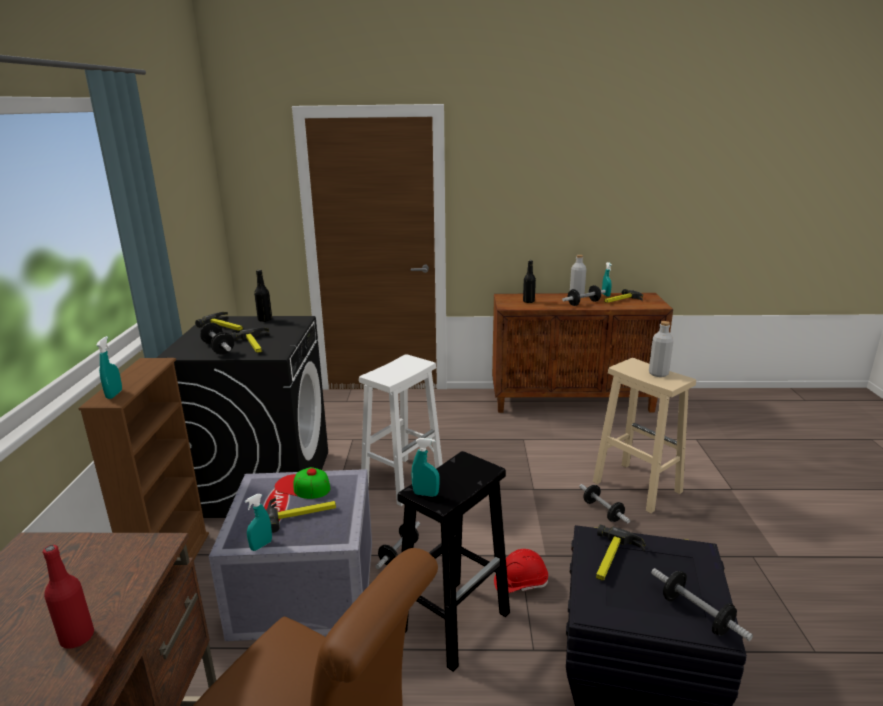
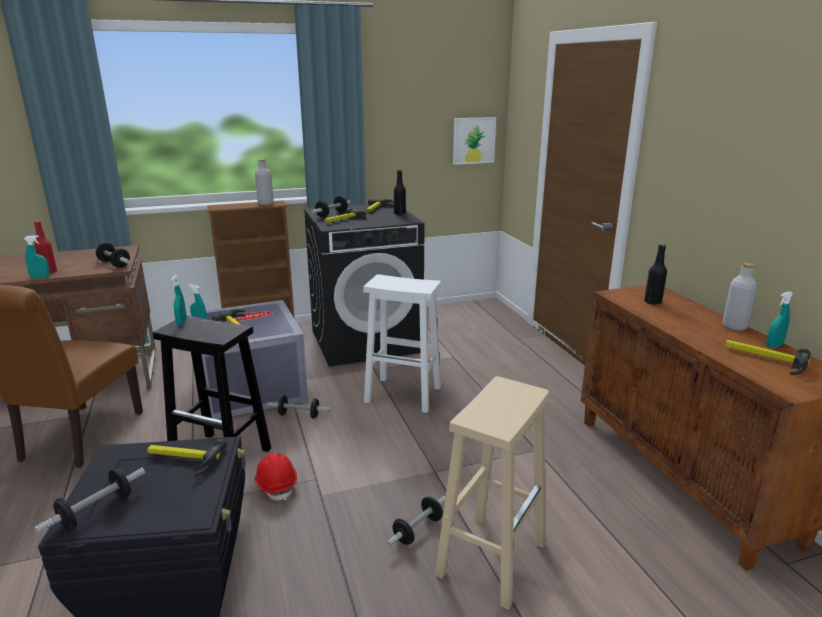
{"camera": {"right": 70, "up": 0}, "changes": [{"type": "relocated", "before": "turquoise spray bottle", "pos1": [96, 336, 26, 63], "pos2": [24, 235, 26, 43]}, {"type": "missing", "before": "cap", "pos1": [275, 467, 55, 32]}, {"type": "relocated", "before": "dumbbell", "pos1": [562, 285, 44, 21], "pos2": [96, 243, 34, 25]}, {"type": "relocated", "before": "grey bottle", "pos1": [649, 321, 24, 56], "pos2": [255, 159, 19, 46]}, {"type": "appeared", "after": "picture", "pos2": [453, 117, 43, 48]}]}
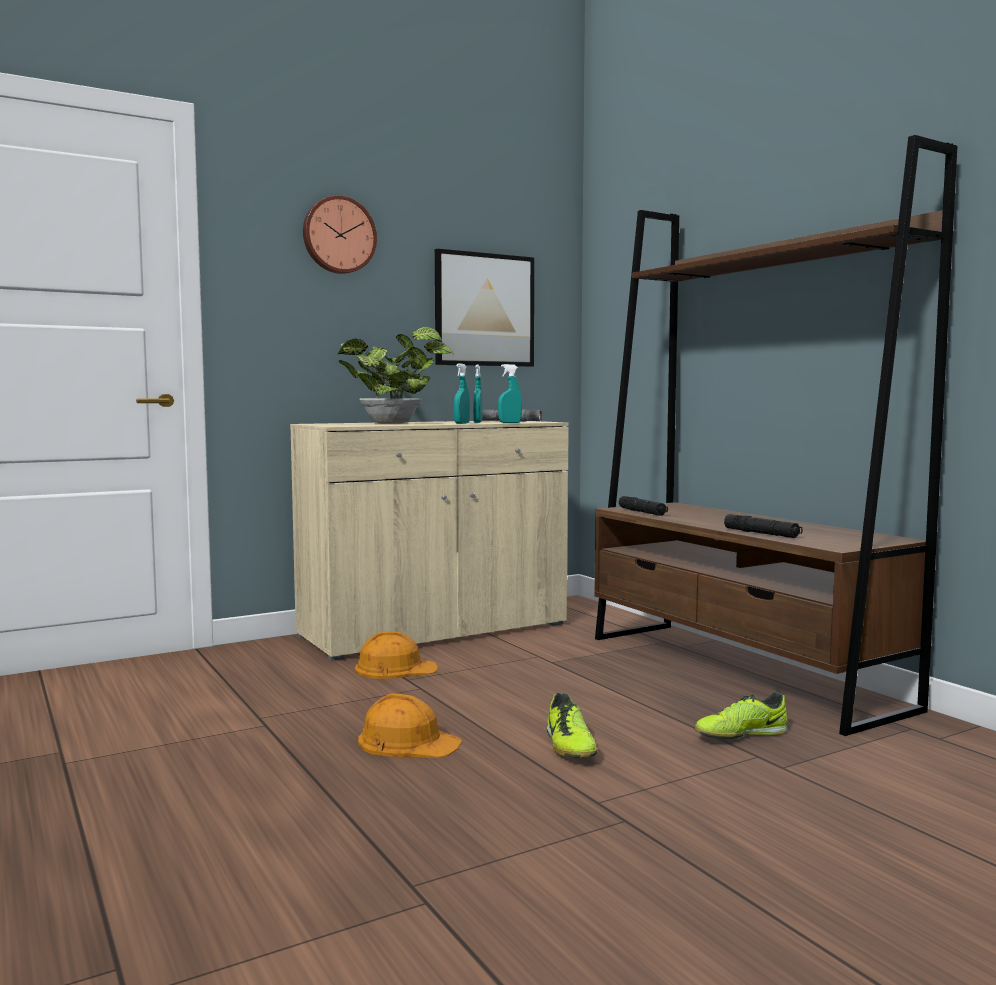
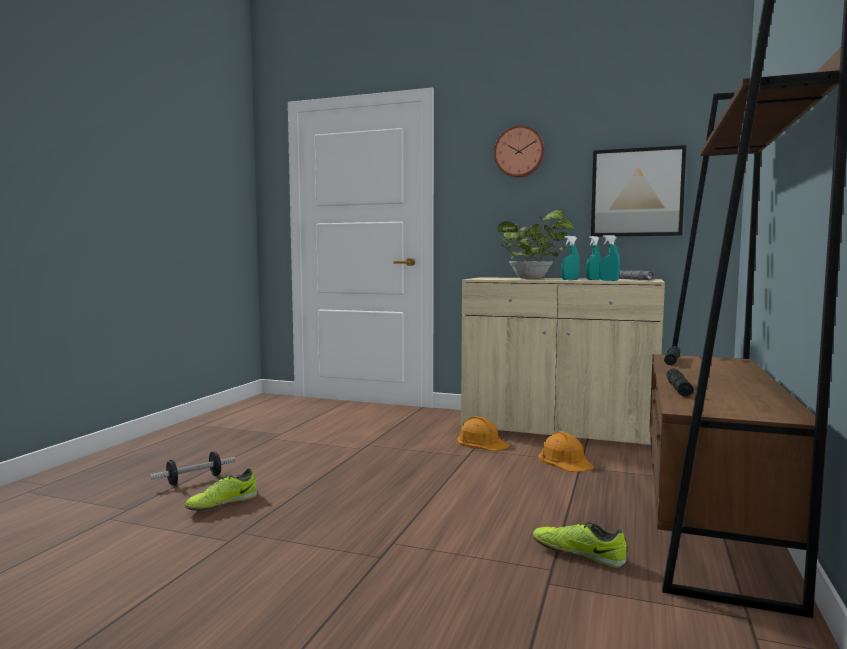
{"camera": {"right": 50, "up": 0}, "changes": [{"type": "relocated", "before": "orange hard hat", "pos1": [358, 693, 104, 65], "pos2": [539, 431, 55, 41]}, {"type": "relocated", "before": "shoe", "pos1": [546, 693, 51, 65], "pos2": [185, 468, 72, 43]}, {"type": "appeared", "after": "dumbbell", "pos2": [150, 451, 85, 35]}]}
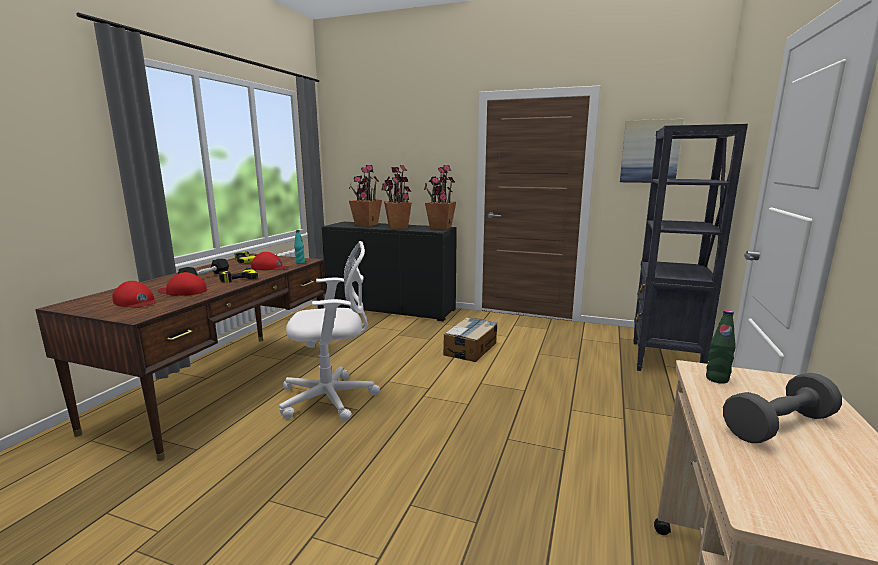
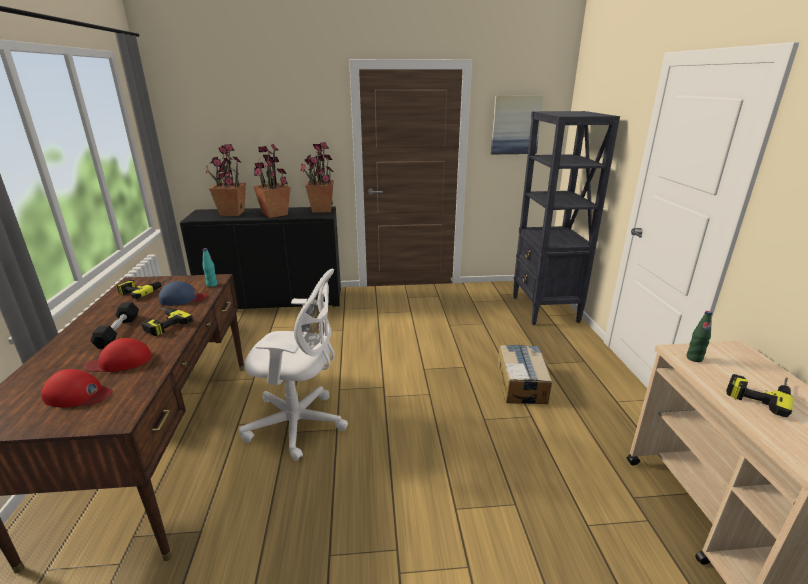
{"camera": {"right": -25, "up": 10}, "changes": [{"type": "colour", "before": "red cap", "after": "blue cap", "pos1": [251, 252, 38, 18], "pos2": [159, 281, 49, 24]}, {"type": "spun", "before": "white office chair", "pos1": [279, 241, 101, 180], "pos2": [239, 268, 109, 193], "turn": 45}, {"type": "relocated", "before": "cardboard box", "pos1": [443, 317, 55, 45], "pos2": [497, 345, 55, 59]}, {"type": "exchanged", "before": "grey dumbbell", "after": "power drill", "pos1": [723, 373, 119, 70], "pos2": [726, 374, 67, 43]}]}
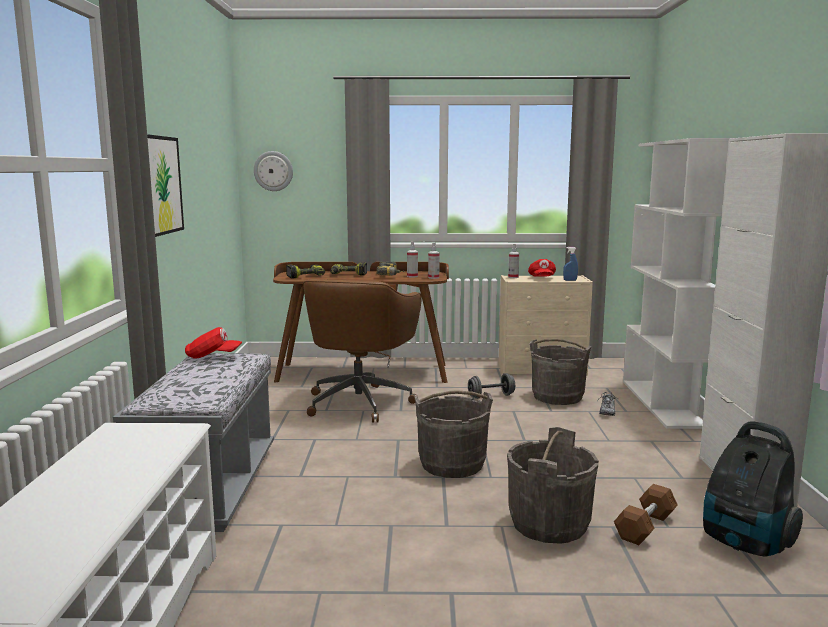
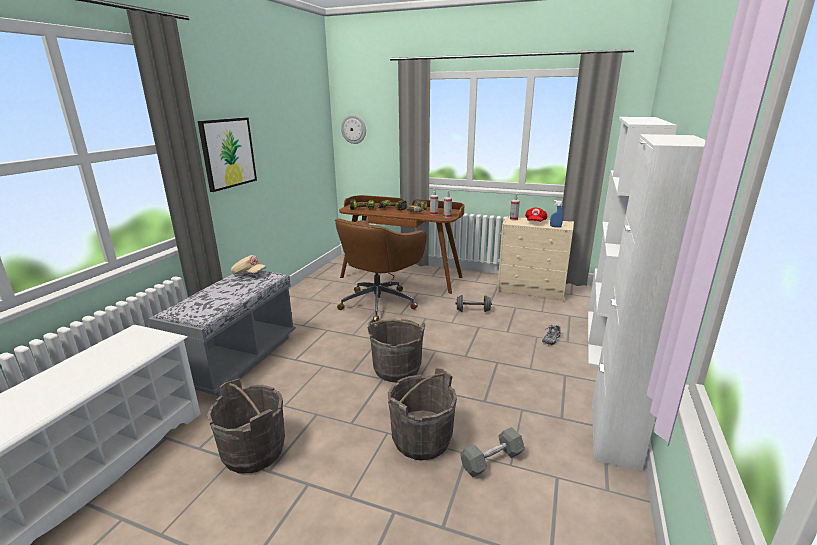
{"camera": {"right": 20, "up": 10}, "changes": [{"type": "colour", "before": "red cap", "after": "beige cap", "pos1": [185, 327, 57, 31], "pos2": [231, 255, 35, 20]}, {"type": "relocated", "before": "grey bucket", "pos1": [530, 339, 61, 66], "pos2": [207, 378, 78, 96]}, {"type": "colour", "before": "brown dumbbell", "after": "grey dumbbell", "pos1": [614, 484, 64, 61], "pos2": [460, 427, 65, 50]}, {"type": "missing", "before": "vacuum cleaner", "pos1": [703, 421, 100, 135]}]}
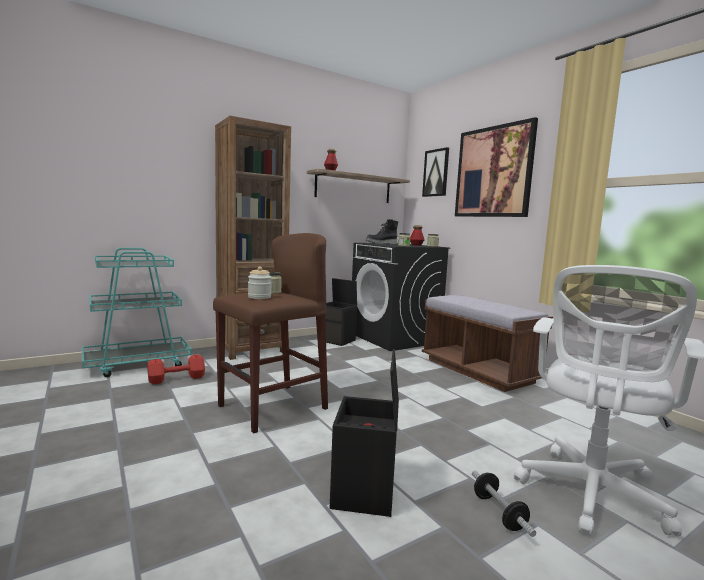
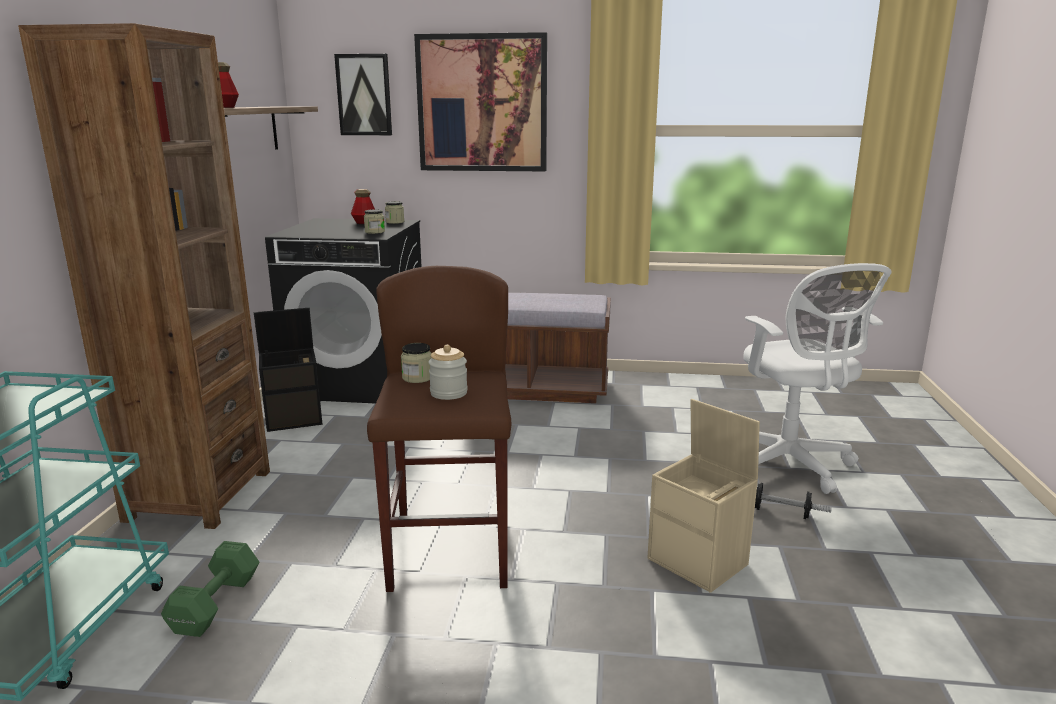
{"camera": {"right": -50, "up": 10}, "changes": [{"type": "colour", "before": "red dumbbell", "after": "green dumbbell", "pos1": [148, 354, 57, 31], "pos2": [161, 541, 99, 96]}, {"type": "colour", "before": "black storage box", "after": "beige storage box", "pos1": [330, 349, 69, 168], "pos2": [647, 399, 113, 194]}, {"type": "missing", "before": "black boot", "pos1": [366, 219, 32, 25]}]}
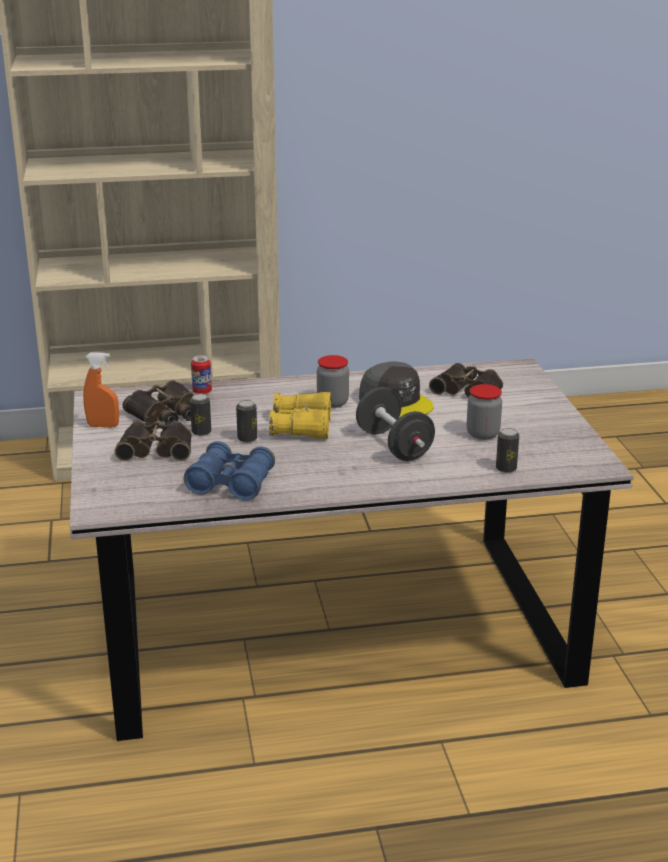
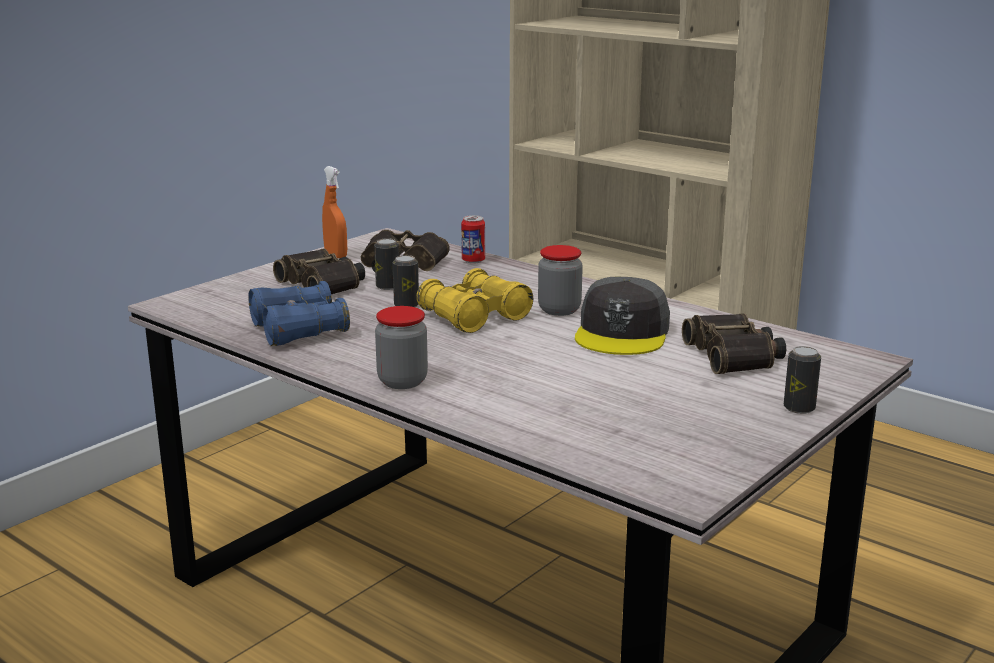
{"camera": {"right": 50, "up": -5}, "changes": [{"type": "missing", "before": "black dumbbell", "pos1": [356, 387, 79, 74]}, {"type": "relocated", "before": "jar", "pos1": [467, 384, 35, 56], "pos2": [375, 306, 53, 83]}, {"type": "relocated", "before": "can", "pos1": [496, 428, 23, 45], "pos2": [784, 346, 37, 68]}]}
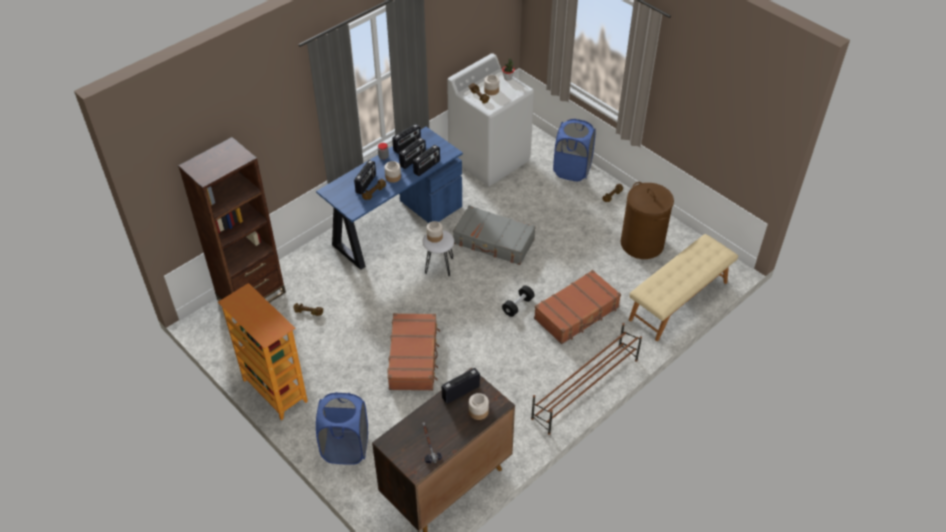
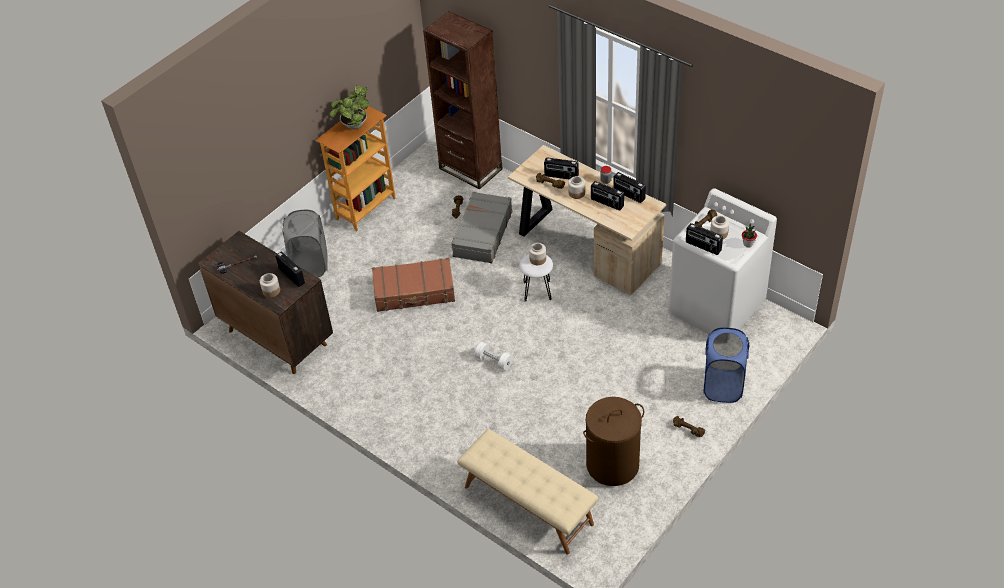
{"camera": {"right": 85, "up": 0}, "changes": [{"type": "colour", "before": "blue desk", "after": "beige desk", "pos1": [316, 127, 147, 143], "pos2": [508, 145, 158, 150]}, {"type": "colour", "before": "blue laundry basket", "after": "grey laundry basket", "pos1": [316, 392, 52, 73], "pos2": [282, 210, 46, 68]}, {"type": "relocated", "before": "radio", "pos1": [413, 145, 27, 31], "pos2": [686, 223, 37, 32]}, {"type": "relocated", "before": "grey suitcase", "pos1": [453, 205, 83, 60], "pos2": [451, 192, 61, 71]}, {"type": "colour", "before": "black dumbbell", "after": "white dumbbell", "pos1": [502, 285, 33, 32], "pos2": [475, 342, 38, 29]}, {"type": "missing", "before": "brown shoe rack", "pos1": [531, 323, 111, 112]}, {"type": "missing", "before": "brown suitcase", "pos1": [534, 270, 87, 74]}, {"type": "appeared", "after": "potted plant", "pos2": [329, 85, 40, 44]}]}
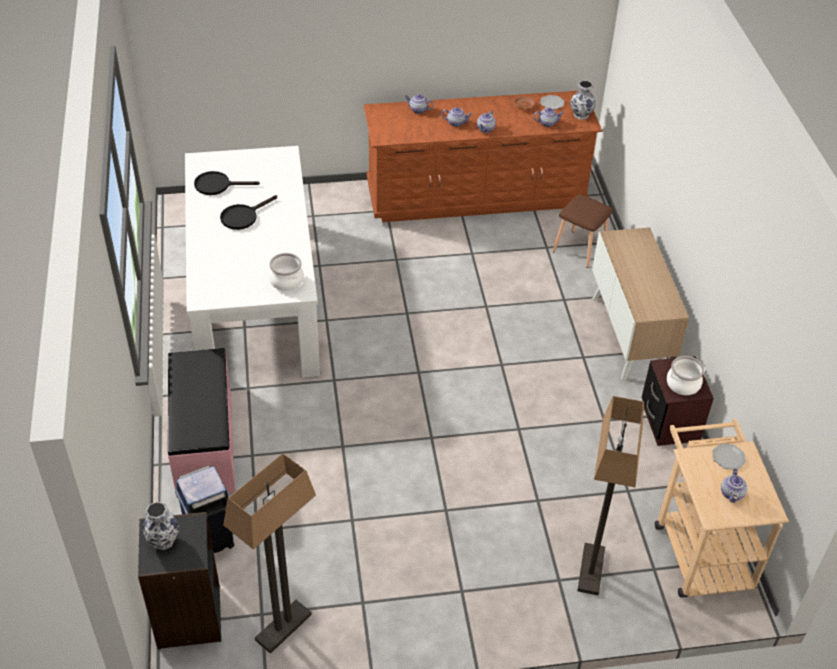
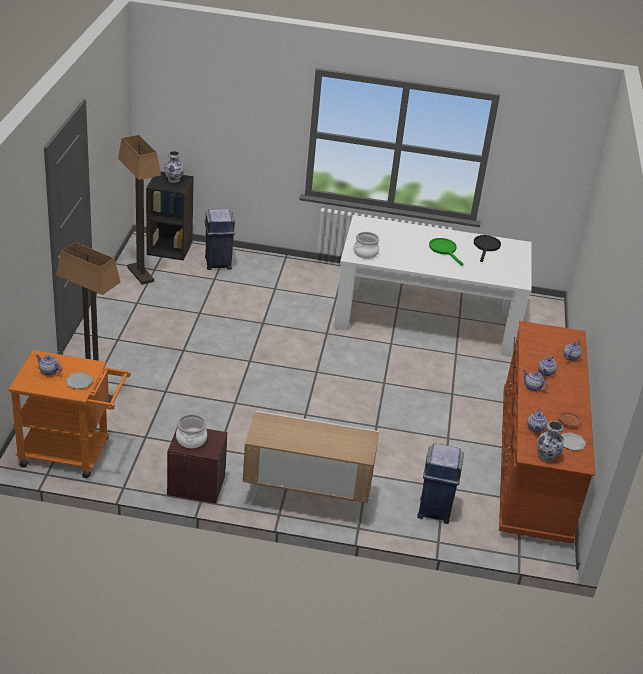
{"camera": {"right": 105, "up": -10}, "changes": [{"type": "missing", "before": "pink bench", "pos1": [168, 348, 68, 150]}, {"type": "colour", "before": "black frying pan", "after": "green frying pan", "pos1": [220, 195, 57, 35], "pos2": [429, 238, 34, 28]}, {"type": "exchanged", "before": "brown stool", "after": "blue trash can", "pos1": [553, 194, 60, 74], "pos2": [417, 443, 47, 81]}, {"type": "colour", "before": "beige cart", "after": "orange cart", "pos1": [655, 419, 134, 179], "pos2": [8, 350, 123, 128]}]}
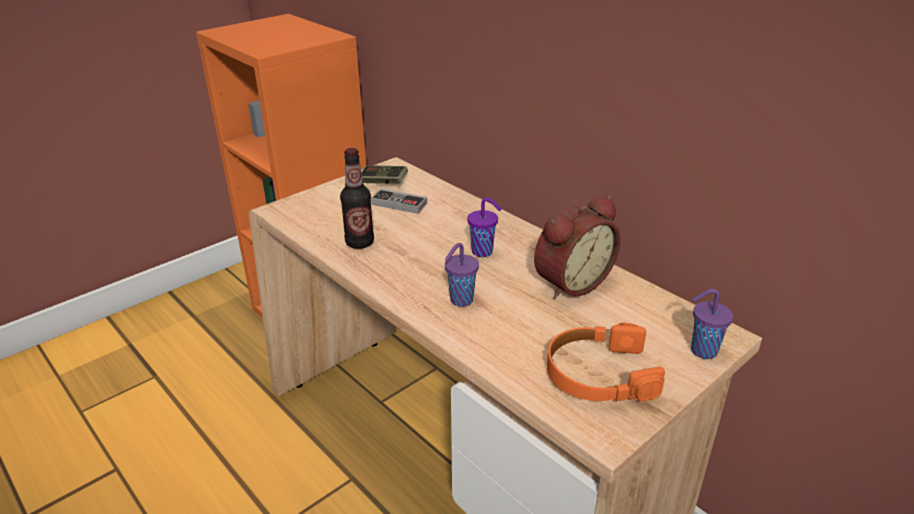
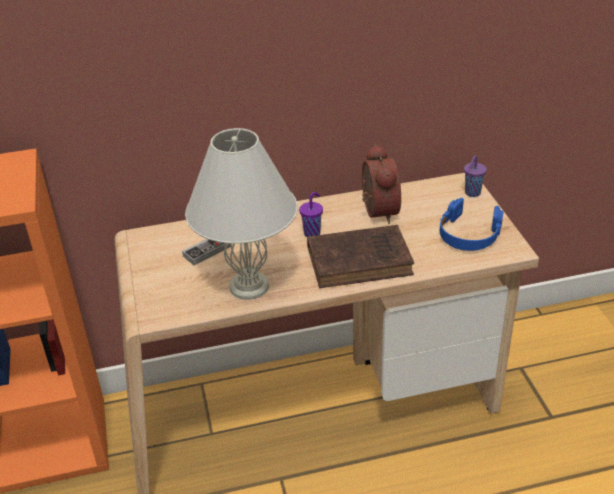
{"camera": {"right": -60, "up": 5}, "changes": [{"type": "exchanged", "before": "bottle", "after": "white table lamp", "pos1": [340, 148, 34, 101], "pos2": [185, 128, 113, 172]}, {"type": "missing", "before": "game controller", "pos1": [361, 165, 47, 19]}, {"type": "exchanged", "before": "purple cup", "after": "brown book", "pos1": [445, 243, 34, 64], "pos2": [307, 225, 107, 63]}, {"type": "colour", "before": "orange headphones", "after": "blue headphones", "pos1": [547, 323, 118, 78], "pos2": [440, 198, 64, 53]}]}
